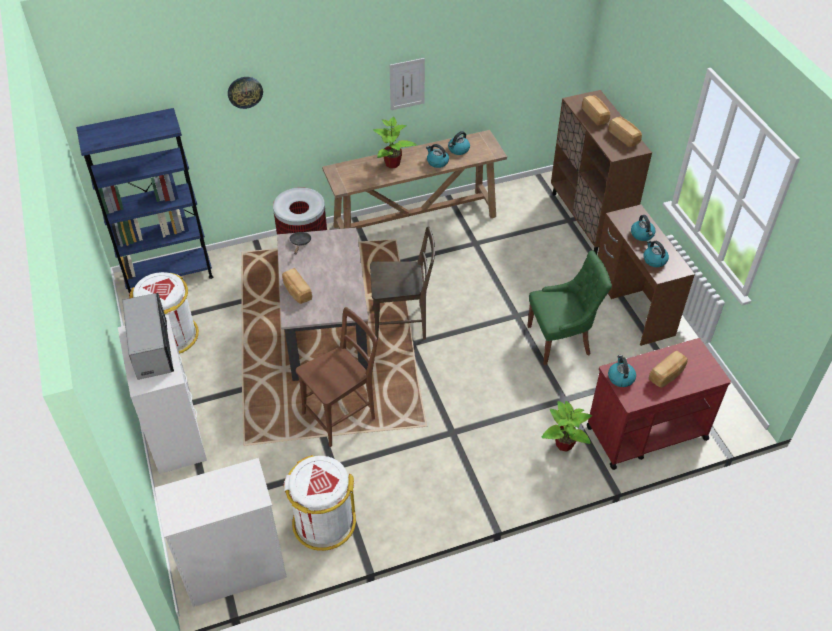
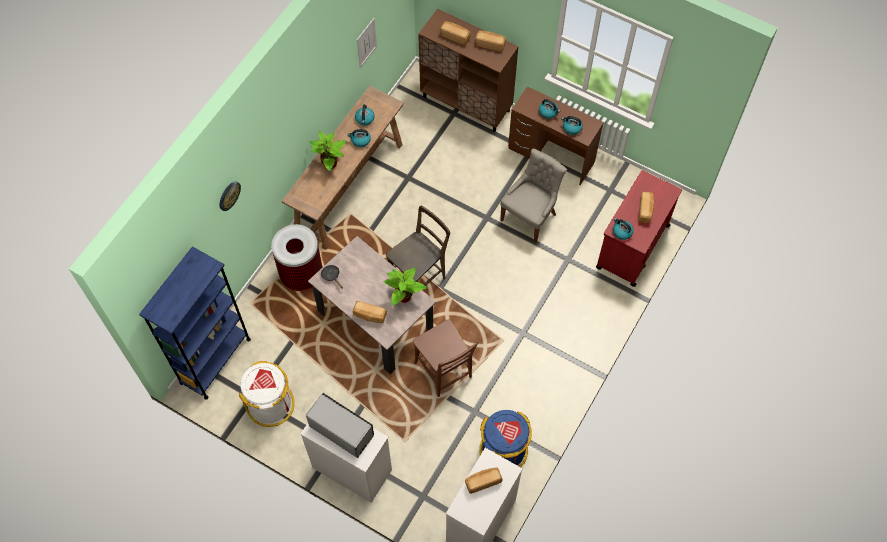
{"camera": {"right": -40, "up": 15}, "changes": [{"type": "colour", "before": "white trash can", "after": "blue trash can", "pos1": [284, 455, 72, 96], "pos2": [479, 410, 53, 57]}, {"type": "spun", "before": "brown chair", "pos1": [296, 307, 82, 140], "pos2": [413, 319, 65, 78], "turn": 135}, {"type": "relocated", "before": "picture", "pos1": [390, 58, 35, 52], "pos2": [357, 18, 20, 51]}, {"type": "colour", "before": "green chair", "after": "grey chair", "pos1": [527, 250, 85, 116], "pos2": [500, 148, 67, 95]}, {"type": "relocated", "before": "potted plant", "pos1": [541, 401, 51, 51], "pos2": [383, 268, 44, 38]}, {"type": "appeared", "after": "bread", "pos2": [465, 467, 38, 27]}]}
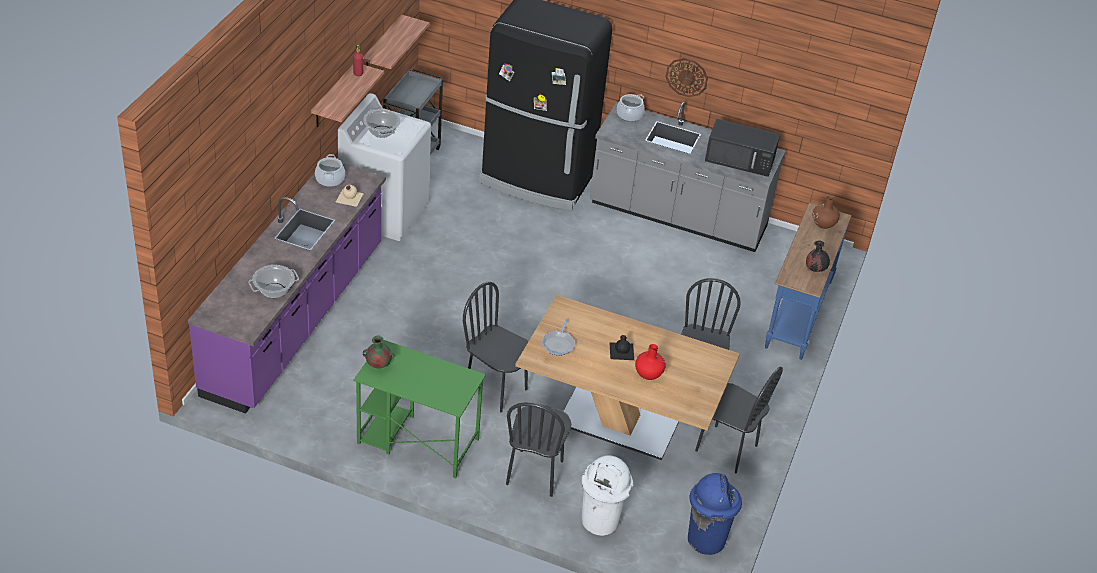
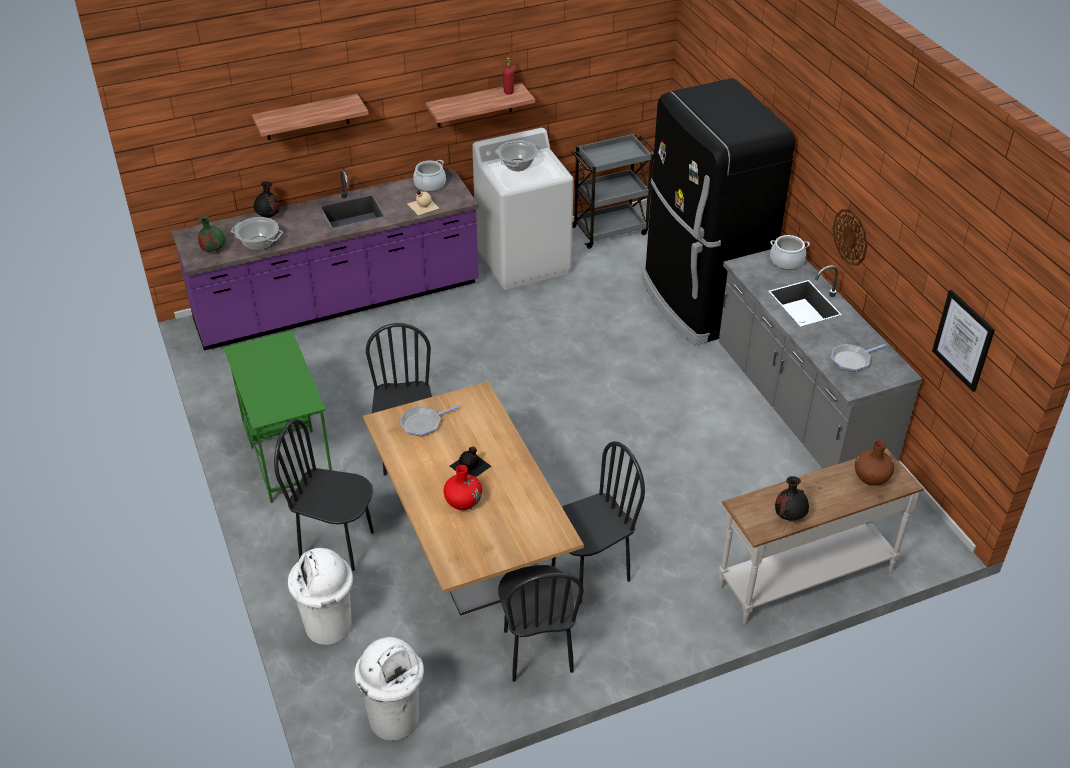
{"camera": {"right": 50, "up": 0}, "changes": [{"type": "relocated", "before": "shelf", "pos1": [363, 15, 66, 54], "pos2": [252, 94, 117, 46]}, {"type": "relocated", "before": "green vase", "pos1": [363, 336, 32, 32], "pos2": [198, 216, 27, 36]}, {"type": "spun", "before": "black chair", "pos1": [506, 403, 65, 94], "pos2": [274, 419, 100, 152], "turn": 45}, {"type": "colour", "before": "blue trash can", "after": "white trash can", "pos1": [688, 473, 54, 82], "pos2": [354, 637, 70, 104]}, {"type": "exchanged", "before": "black microwave", "after": "frying pan", "pos1": [705, 119, 75, 58], "pos2": [831, 344, 55, 28]}, {"type": "colour", "before": "blue console table", "after": "white console table", "pos1": [765, 203, 87, 157], "pos2": [718, 448, 206, 176]}, {"type": "appeared", "after": "black vase", "pos2": [254, 181, 26, 37]}, {"type": "appeared", "after": "picture", "pos2": [932, 290, 63, 102]}]}
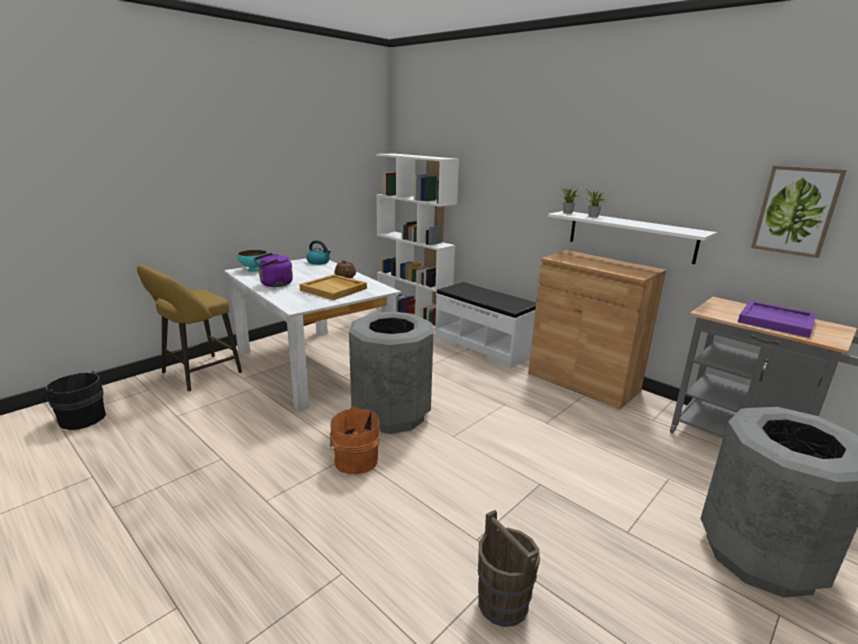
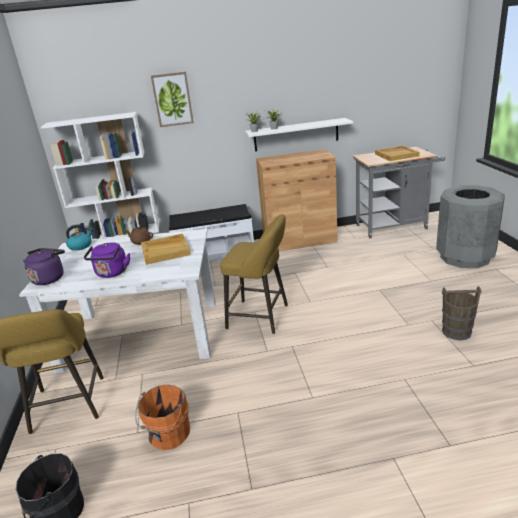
{"camera": {"right": -50, "up": 5}, "changes": [{"type": "exchanged", "before": "turquoise bowl", "after": "purple kettle", "pos1": [237, 250, 31, 22], "pos2": [23, 248, 42, 37]}, {"type": "relocated", "before": "orange bucket", "pos1": [330, 406, 51, 68], "pos2": [135, 384, 55, 66]}, {"type": "exchanged", "before": "grey trash can", "after": "yellow stool", "pos1": [349, 311, 84, 123], "pos2": [220, 214, 68, 120]}, {"type": "colour", "before": "purple tray", "after": "beige tray", "pos1": [738, 301, 78, 37], "pos2": [375, 146, 45, 15]}, {"type": "relocated", "before": "picture", "pos1": [751, 165, 96, 93], "pos2": [151, 72, 43, 55]}]}
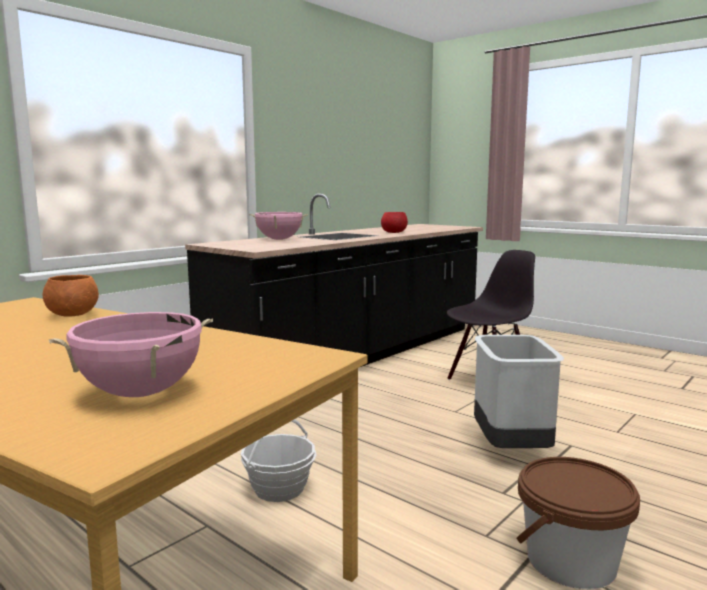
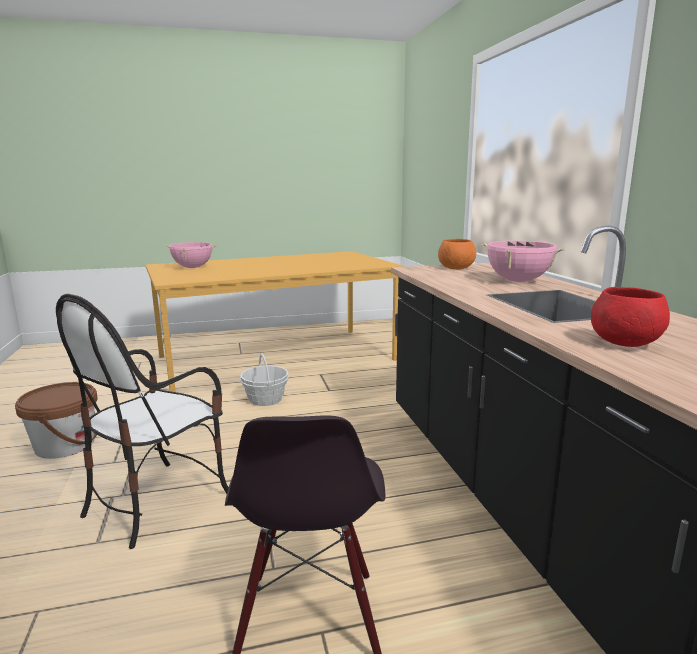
{"camera": {"right": 125, "up": 5}, "changes": [{"type": "relocated", "before": "orange bowl", "pos1": [42, 275, 57, 42], "pos2": [438, 239, 38, 30]}, {"type": "exchanged", "before": "grey trash can", "after": "chair", "pos1": [474, 335, 90, 113], "pos2": [56, 294, 173, 255]}]}
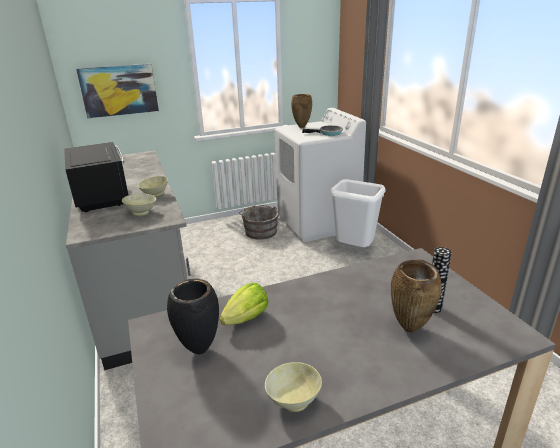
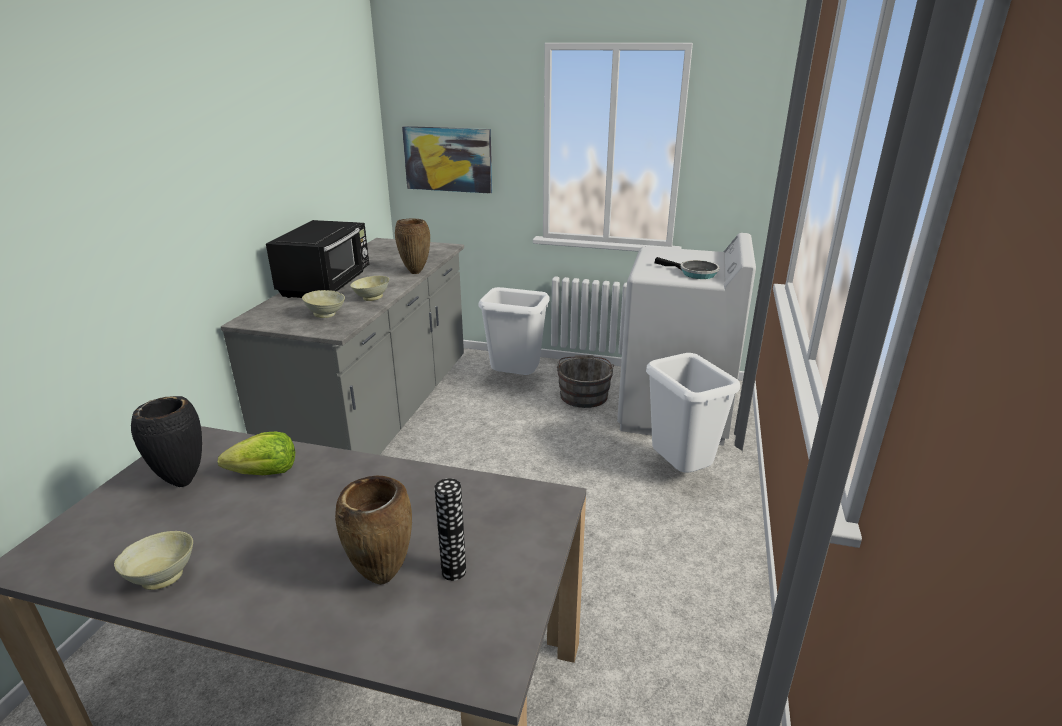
{"camera": {"right": 35, "up": 0}, "changes": [{"type": "relocated", "before": "brown vase", "pos1": [291, 94, 21, 34], "pos2": [395, 219, 35, 55]}, {"type": "appeared", "after": "white trash can", "pos2": [479, 287, 70, 88]}]}
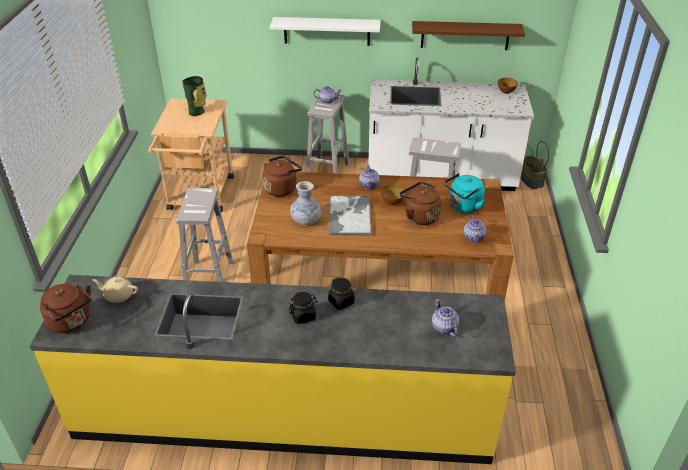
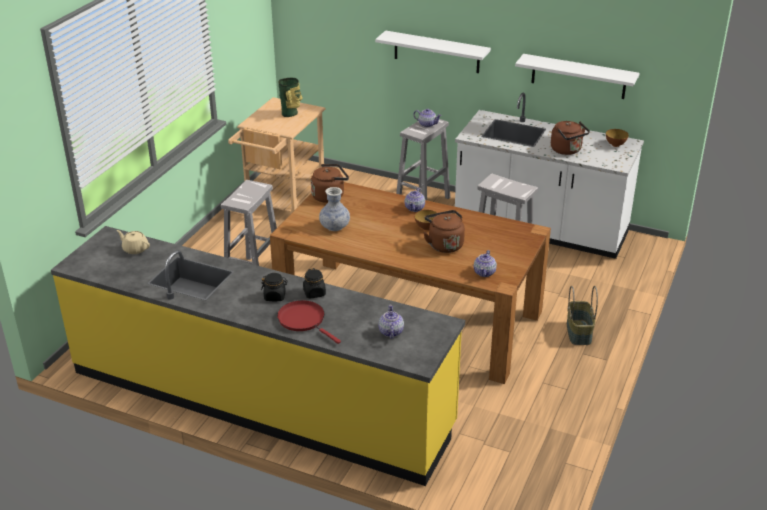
{"camera": {"right": 20, "up": -5}, "changes": [{"type": "relocated", "before": "brown kettle", "pos1": [40, 283, 52, 50], "pos2": [551, 121, 39, 34]}, {"type": "missing", "before": "tray", "pos1": [329, 195, 43, 41]}, {"type": "colour", "before": "brown shelf", "after": "white shelf", "pos1": [412, 21, 113, 29], "pos2": [515, 54, 125, 45]}, {"type": "missing", "before": "turquoise kettle", "pos1": [444, 173, 41, 40]}, {"type": "relocated", "before": "basket", "pos1": [520, 141, 29, 48], "pos2": [567, 286, 31, 59]}, {"type": "appeared", "after": "red frying pan", "pos2": [277, 300, 64, 44]}]}
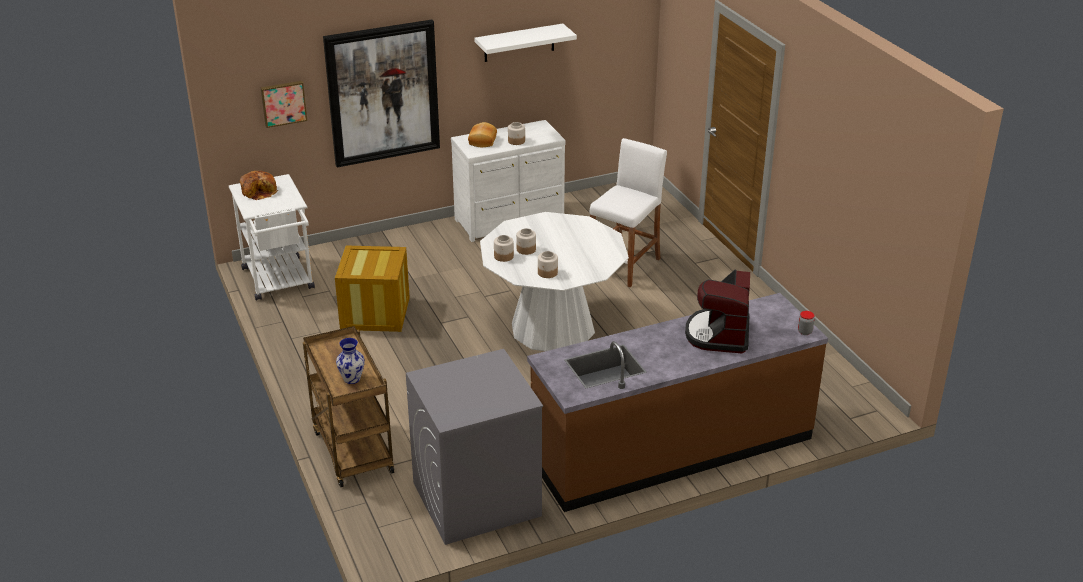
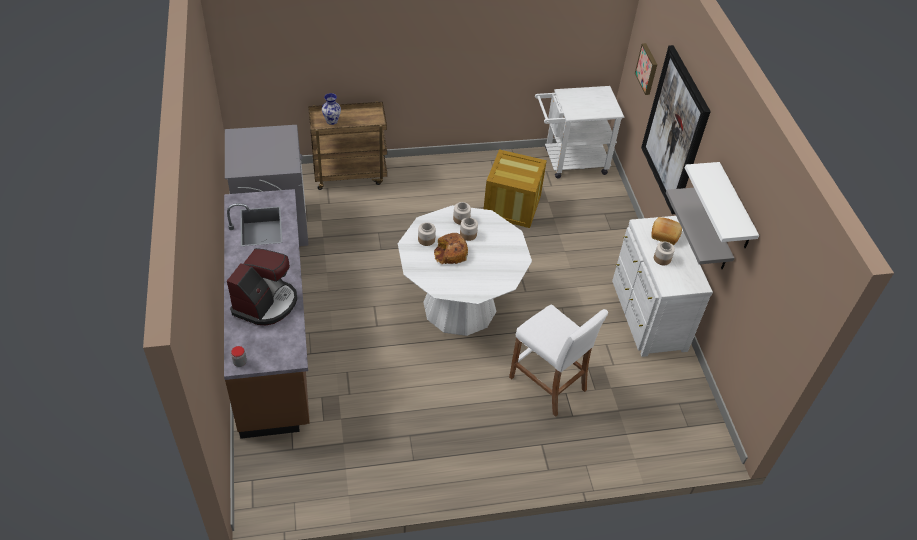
{"camera": {"right": 100, "up": 15}, "changes": [{"type": "relocated", "before": "bread", "pos1": [240, 171, 38, 29], "pos2": [434, 233, 34, 31]}, {"type": "spun", "before": "coffee machine", "pos1": [685, 270, 65, 83], "pos2": [227, 248, 70, 77], "turn": 90}, {"type": "appeared", "after": "grey shelf", "pos2": [666, 188, 68, 82]}]}
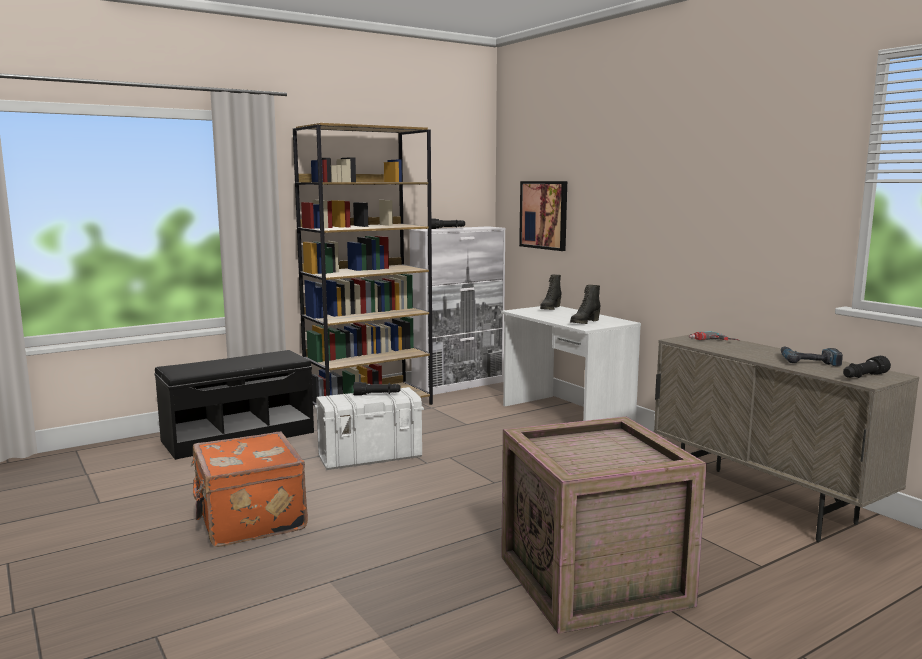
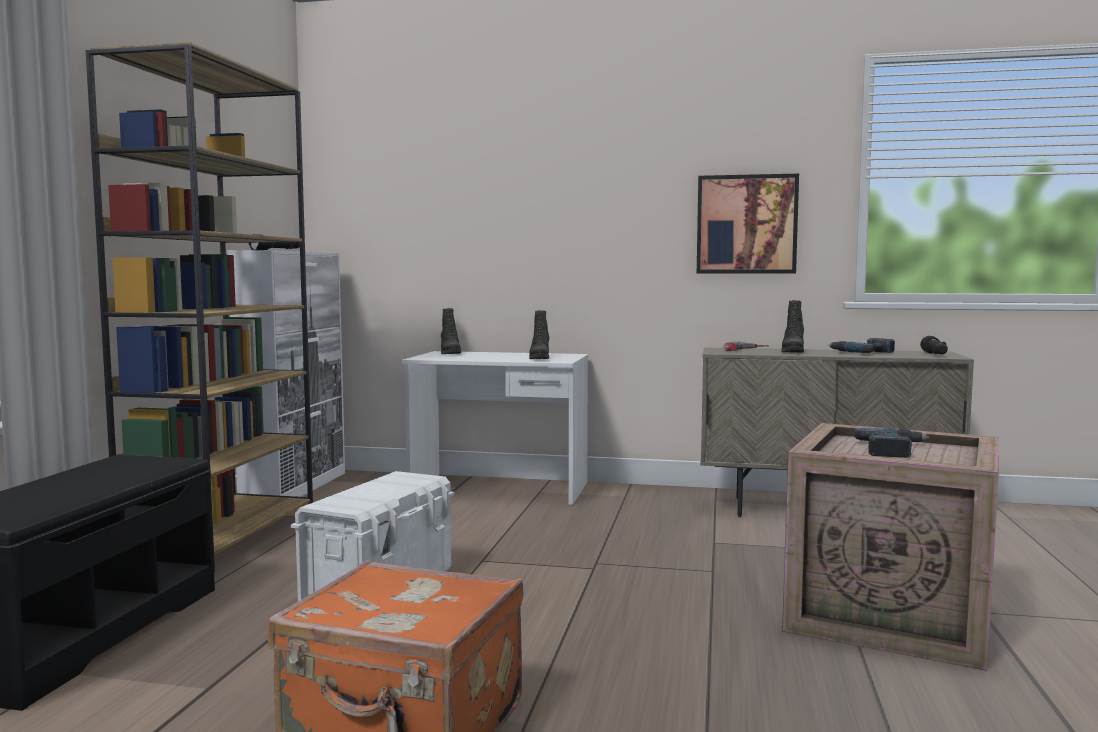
{"camera": {"right": -45, "up": -5}, "changes": [{"type": "missing", "before": "black flashlight", "pos1": [353, 382, 47, 14]}, {"type": "relocated", "before": "picture", "pos1": [519, 181, 48, 70], "pos2": [697, 174, 102, 99]}, {"type": "appeared", "after": "black boot", "pos2": [781, 300, 23, 52]}, {"type": "appeared", "after": "power drill", "pos2": [854, 428, 76, 30]}]}
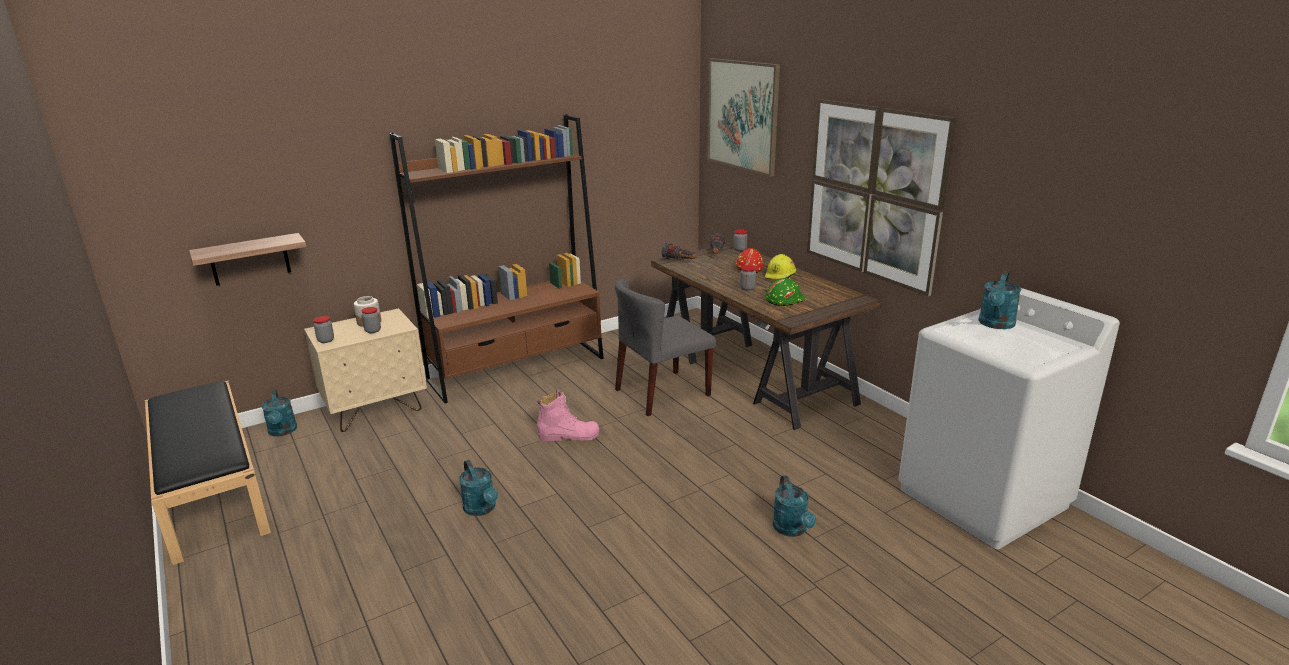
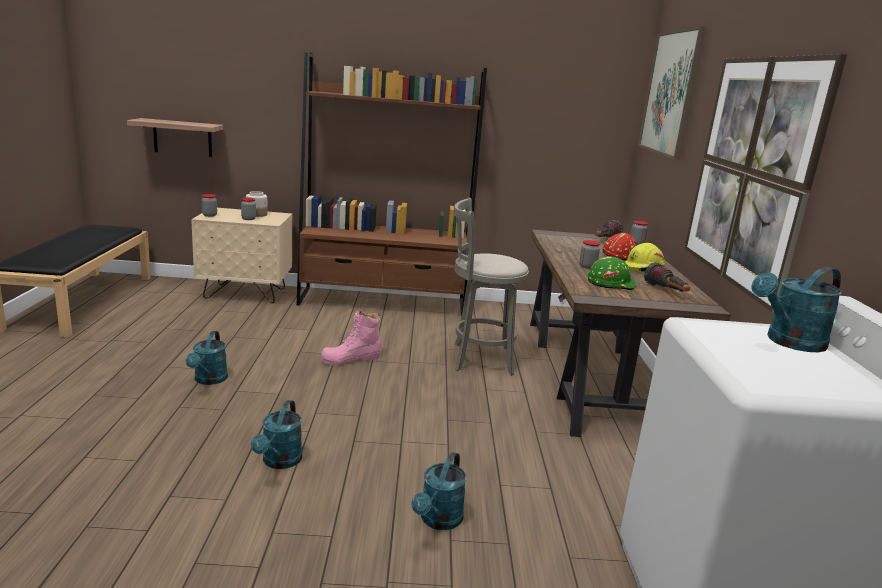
{"camera": {"right": 30, "up": -5}, "changes": [{"type": "relocated", "before": "turquoise watering can", "pos1": [262, 390, 35, 46], "pos2": [251, 400, 51, 69]}, {"type": "spun", "before": "pink boot", "pos1": [537, 390, 62, 51], "pos2": [321, 310, 60, 56], "turn": 120}, {"type": "exchanged", "before": "grey chair", "after": "grey stool", "pos1": [614, 279, 102, 137], "pos2": [455, 198, 74, 177]}, {"type": "relocated", "before": "flashlight", "pos1": [661, 242, 36, 17], "pos2": [644, 262, 46, 30]}]}
